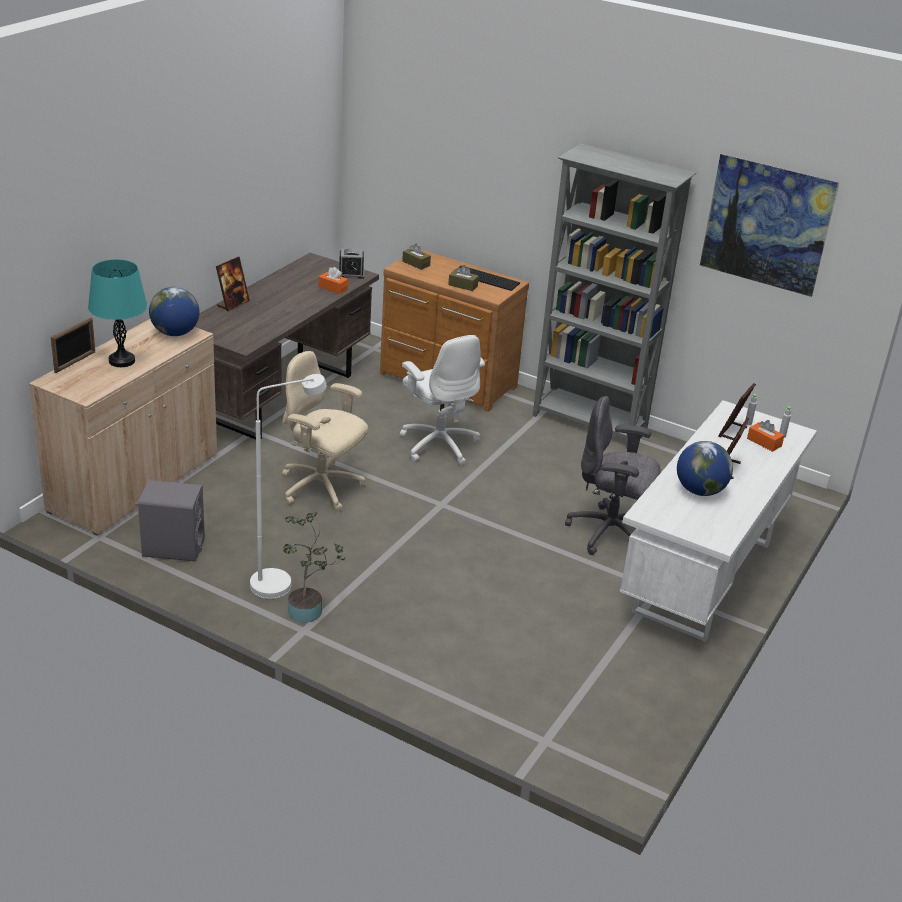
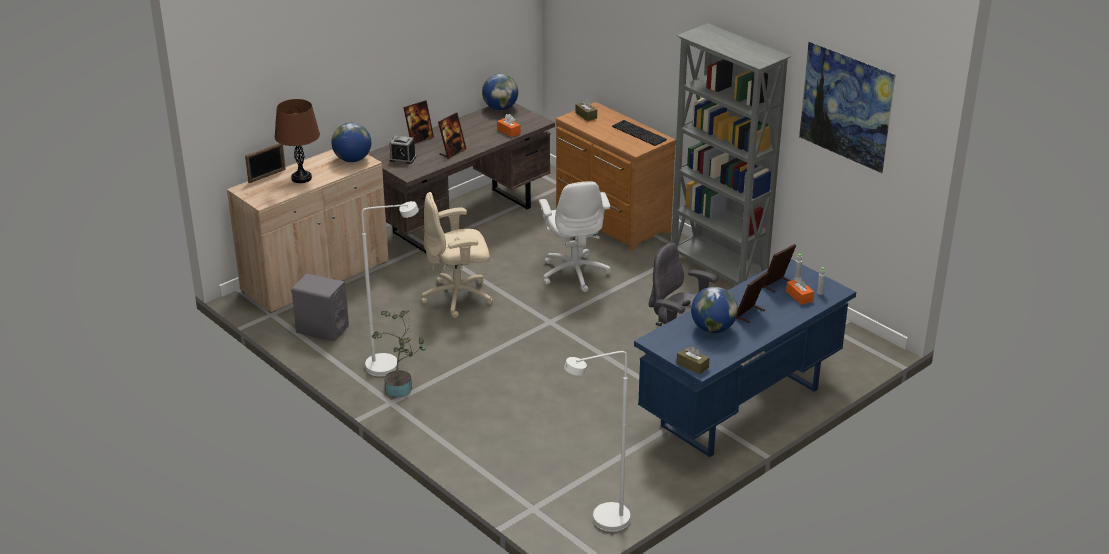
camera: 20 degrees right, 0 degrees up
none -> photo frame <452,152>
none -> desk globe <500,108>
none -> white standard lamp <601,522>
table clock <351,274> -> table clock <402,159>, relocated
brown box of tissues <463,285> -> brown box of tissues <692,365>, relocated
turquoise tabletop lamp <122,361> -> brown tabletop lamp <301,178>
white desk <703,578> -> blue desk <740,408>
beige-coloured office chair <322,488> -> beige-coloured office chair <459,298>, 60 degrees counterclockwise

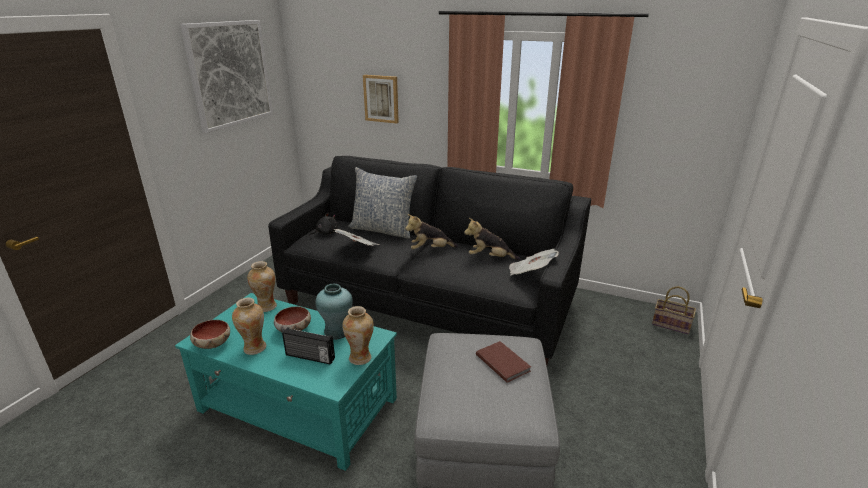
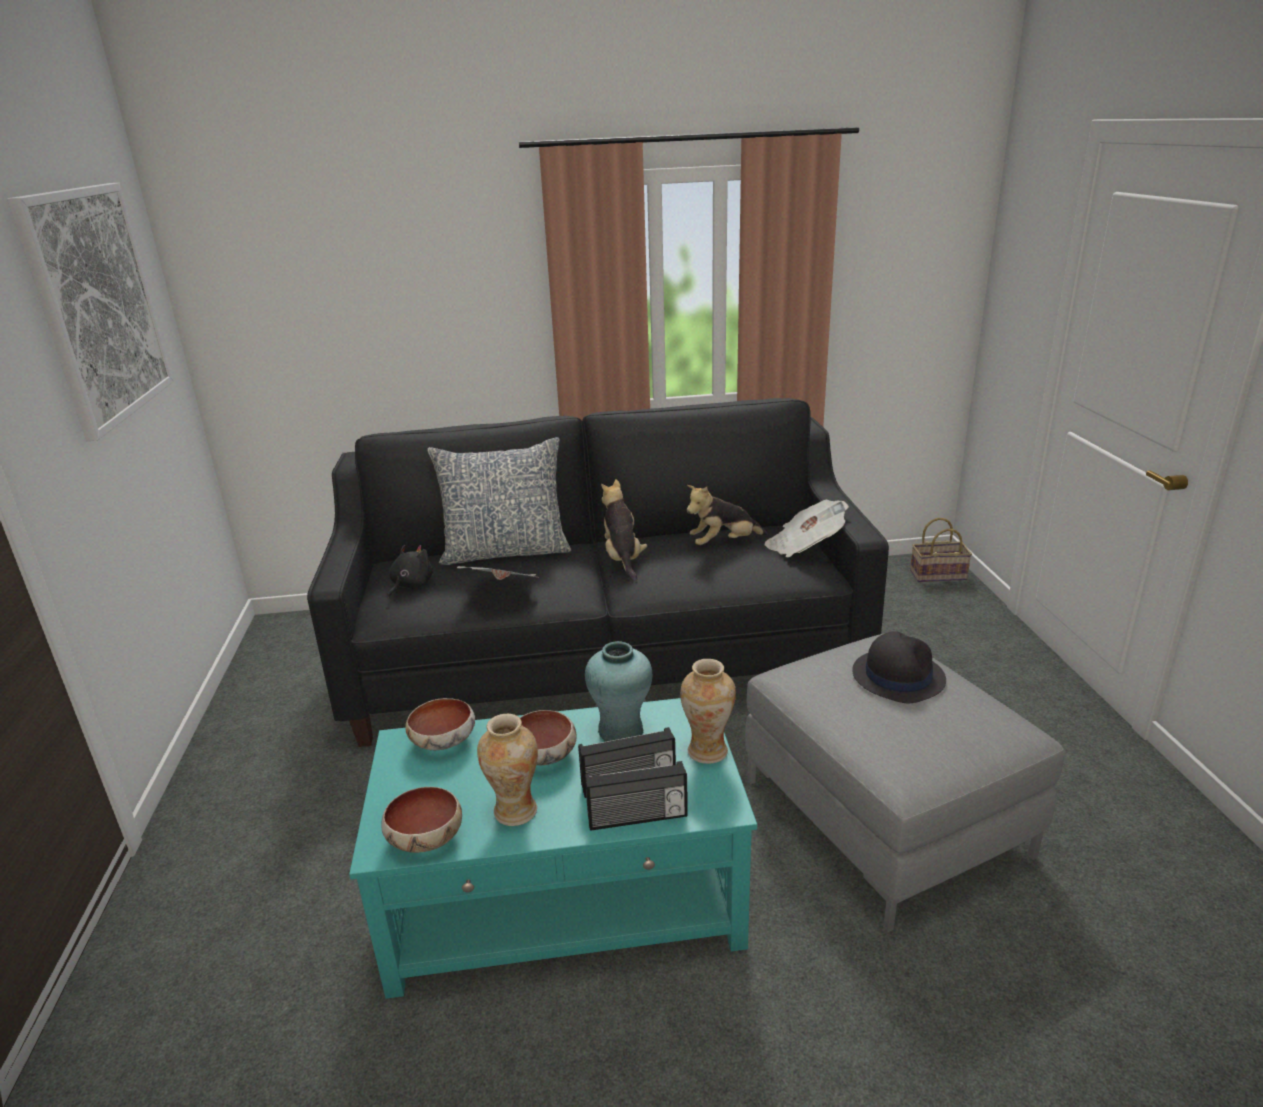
camera: 30 degrees left, 0 degrees up
wall picture <381,98> -> none
none -> radio set <637,818>
vase <266,307> -> deep dish <444,741>
brown volume <503,362> -> black-coloured clothing hat <898,676>
plush toy <430,250> -> plush toy <622,559>, 120 degrees clockwise

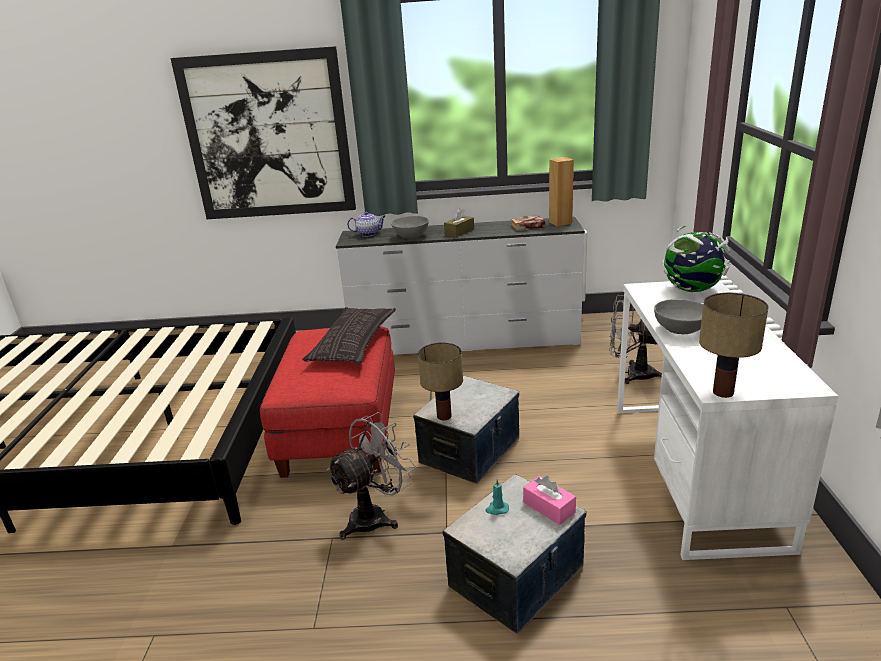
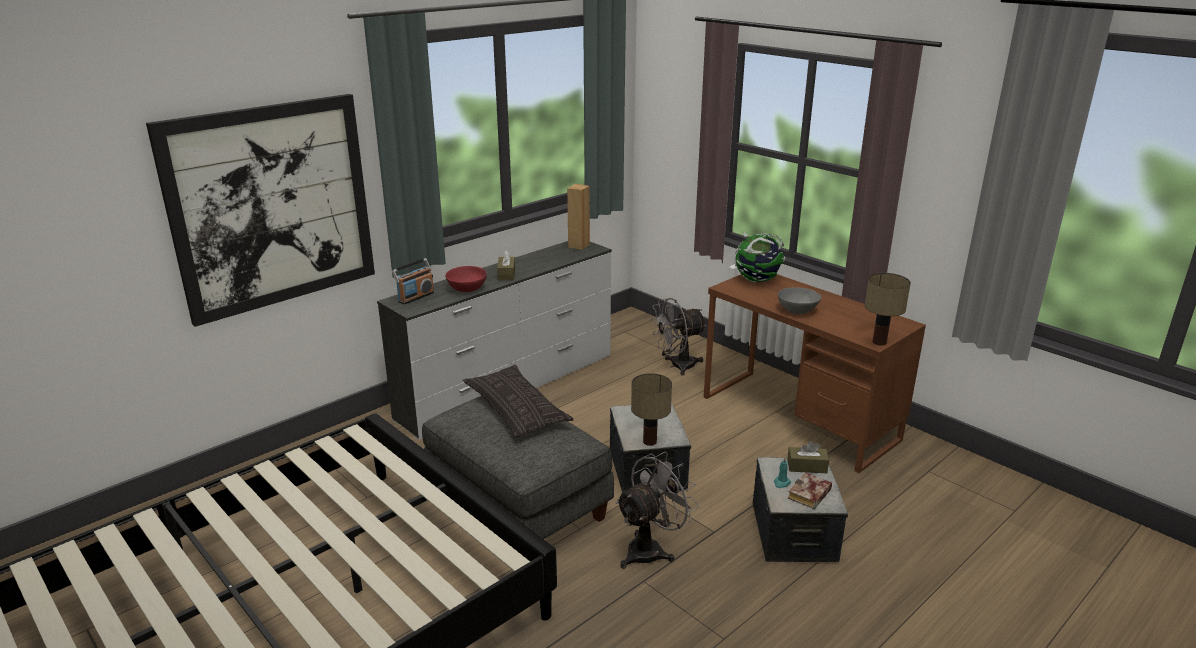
camera: 45 degrees left, 0 degrees up
volume <527,227> -> volume <810,496>, relocated
pot for tea <368,234> -> radio set <416,297>
red-coloured ottoman <339,430> -> grey ottoman <516,505>
grey deep dish <411,236> -> red-coloured deep dish <467,289>
pink box of tissues <549,507> -> brown box of tissues <807,466>
white desk <693,471> -> brown desk <798,418>
grey fan <375,516> -> grey fan <651,549>, 45 degrees clockwise

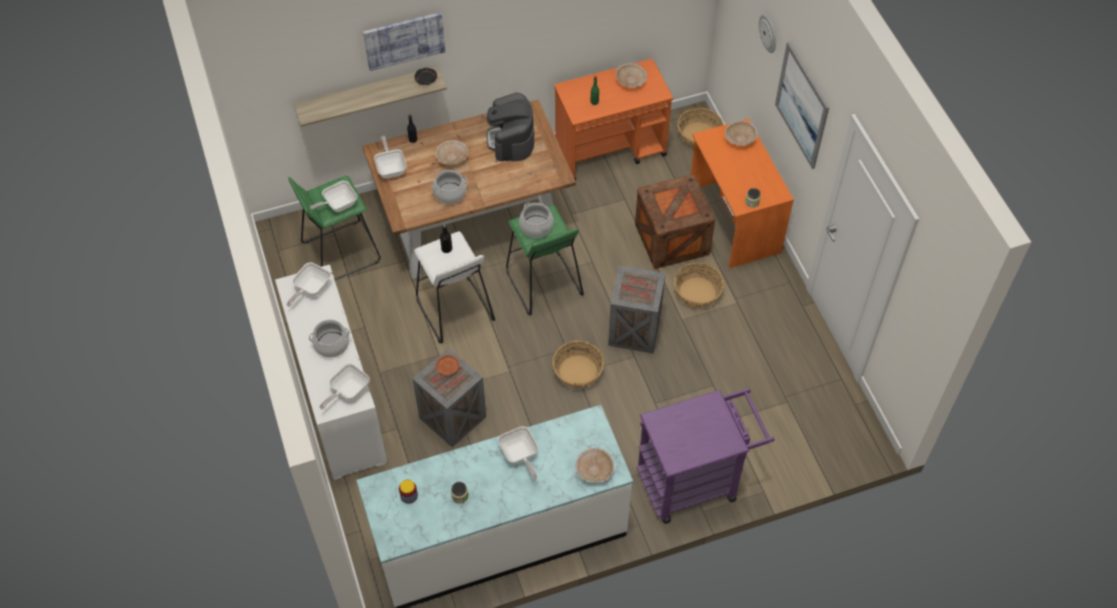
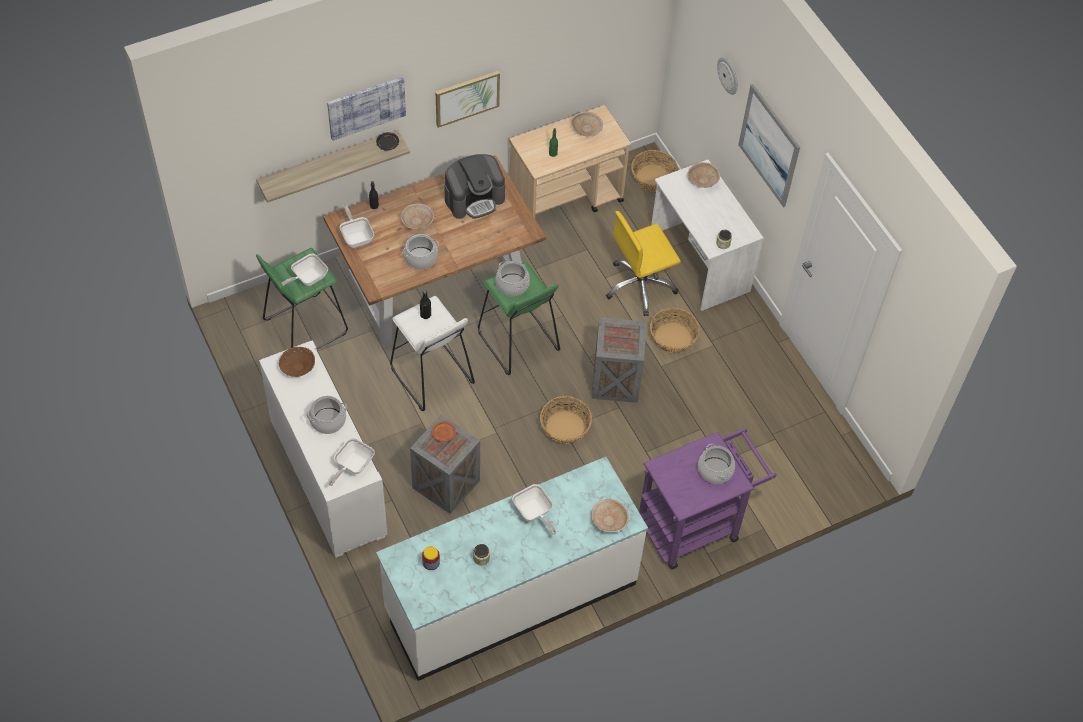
camera: 10 degrees left, 0 degrees up
none -> wall picture <467,98>
none -> stockpot <715,470>
frying pan <310,289> -> brown deep dish <297,367>
crate <672,239> -> yellowish office chair <640,286>
orangey cart <611,150> -> beige-coloured cart <566,200>
orangey desk <733,220> -> white desk <698,262>
coffee brewer <511,139> -> coffee brewer <474,198>, 105 degrees counterclockwise

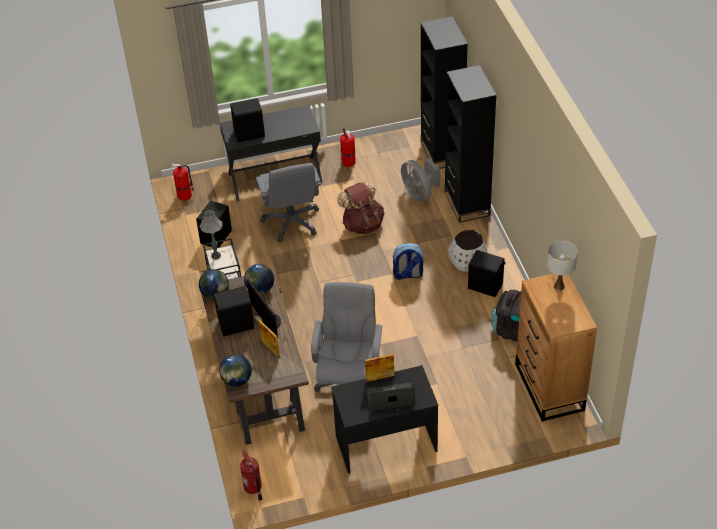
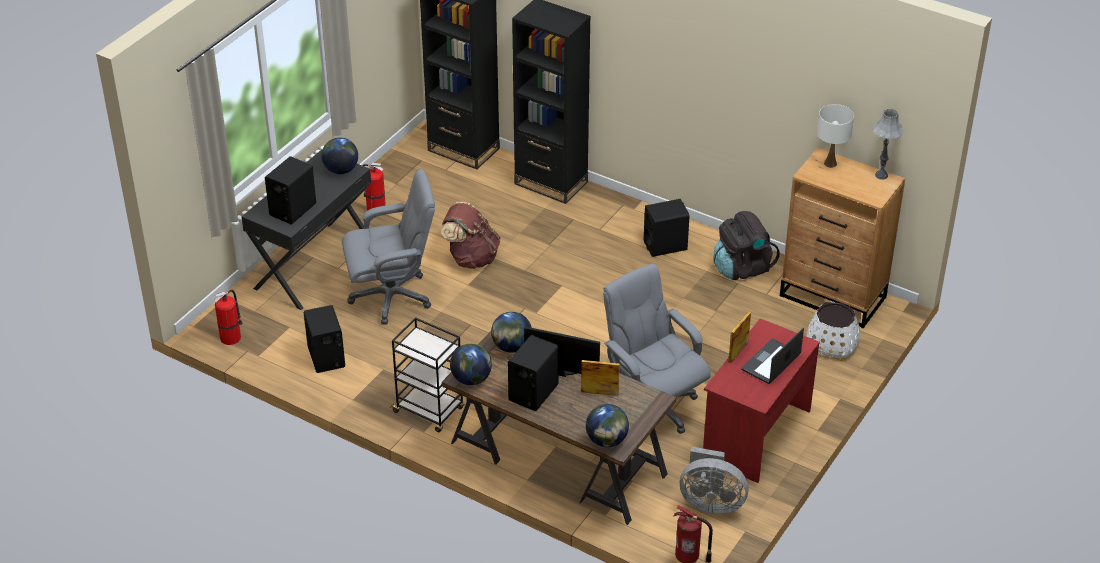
camera: 45 degrees left, 5 degrees down
backpack <407,275> -> none
none -> desk globe <341,170>
grey tabletop lamp <216,255> -> grey tabletop lamp <881,175>, relocated
grey fan <419,193> -> grey fan <710,502>, relocated
white planter <468,259> -> white planter <832,342>, relocated
black-coloured desk <385,442> -> red-coloured desk <755,434>
grey office chair <292,222> -> grey office chair <392,296>, 45 degrees counterclockwise

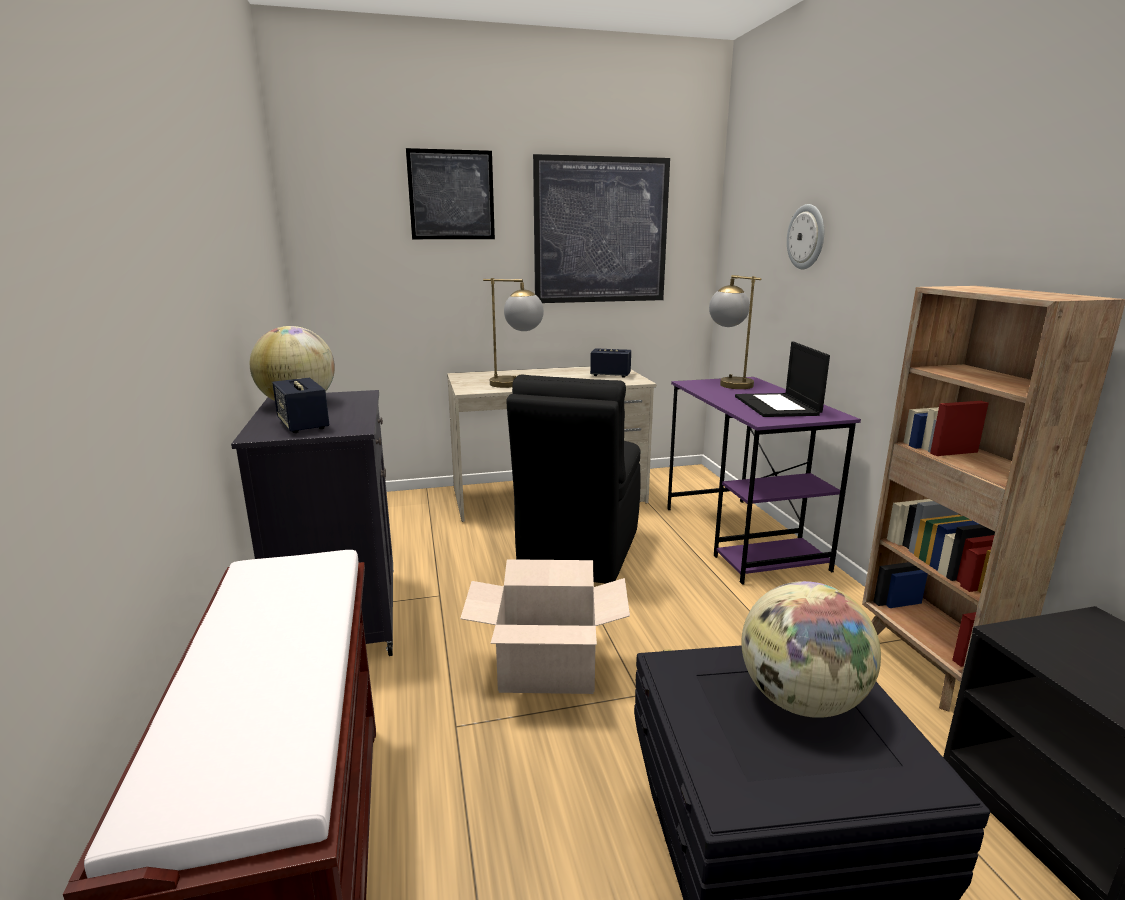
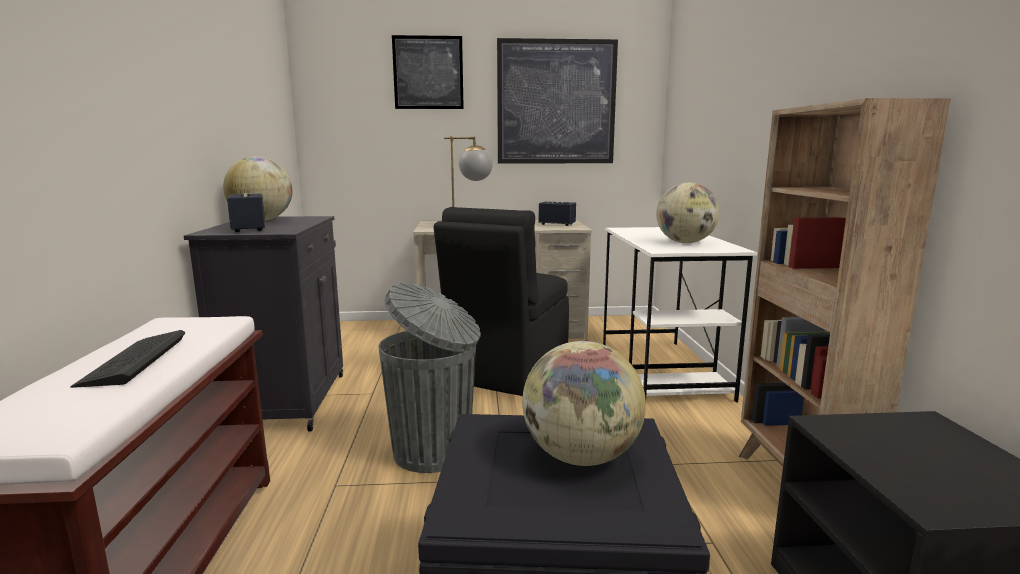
camera: 10 degrees right, 5 degrees down
tabletop lamp <728,383> -> none
wall clock <806,237> -> none
none -> keyboard <134,361>
carton <548,668> -> grey waste bin <434,452>
laptop <777,406> -> desk globe <685,242>
purplish desk <742,537> -> white desk <662,370>

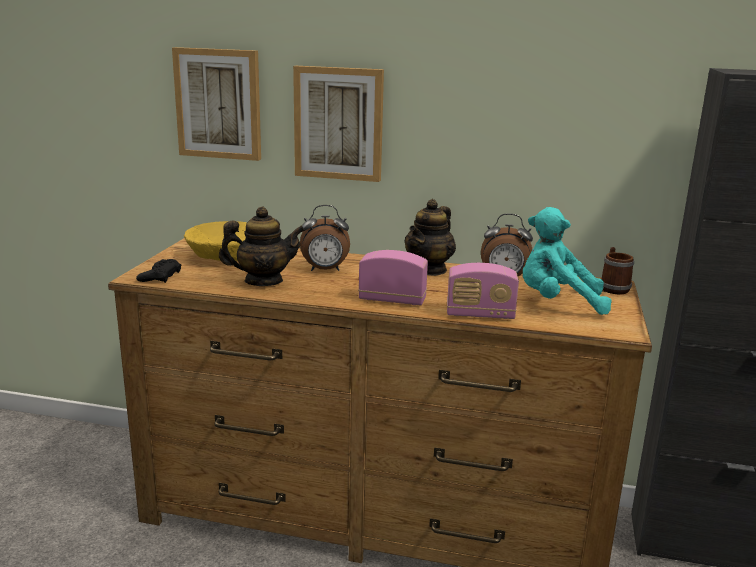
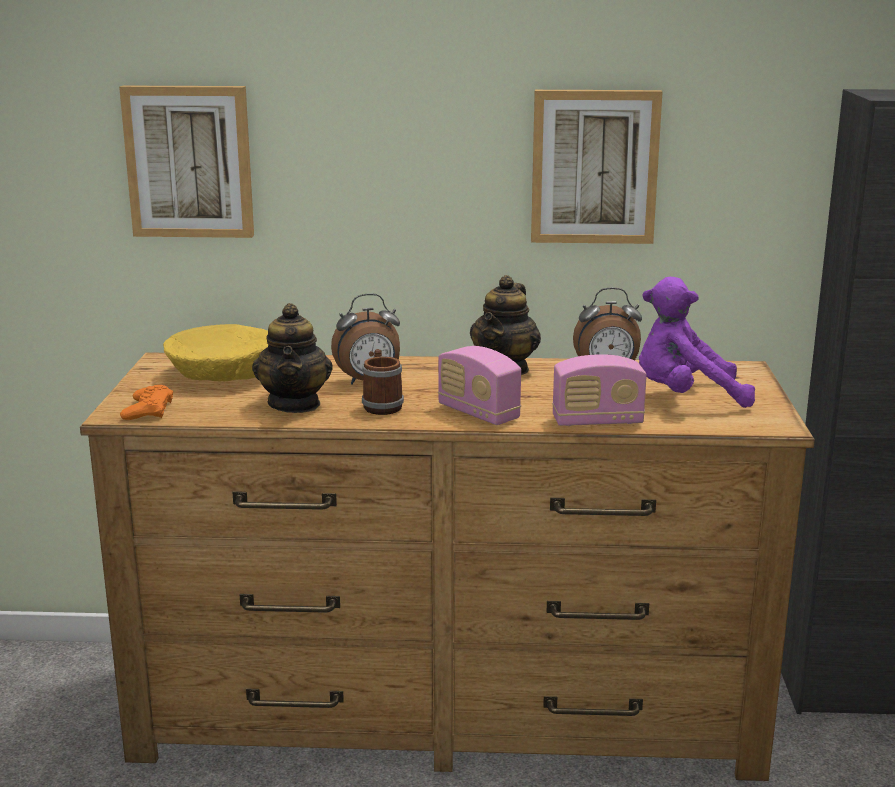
camera: 10 degrees left, 0 degrees up
wall picture <339,123> -> wall picture <594,166>, relocated
coffee mug <613,287> -> coffee mug <381,405>, relocated
black-coloured game controller <160,276> -> orangey game controller <148,410>
turquoise plush toy <557,303> -> purplish plush toy <685,398>
pot for tea <263,281> -> pot for tea <295,404>, 105 degrees clockwise
radio set <392,300> -> radio set <478,413>, 135 degrees counterclockwise

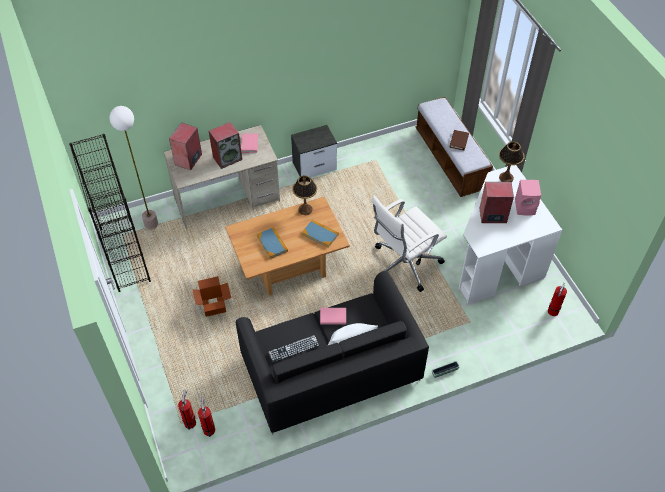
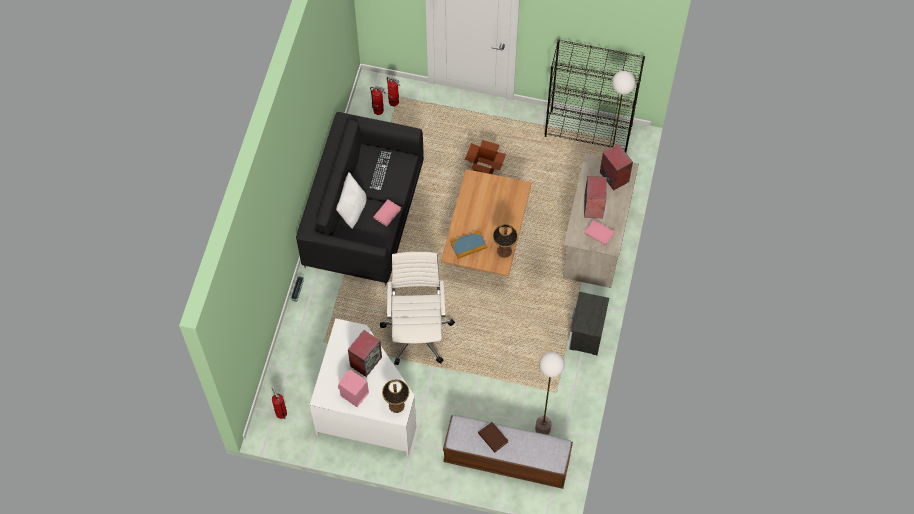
camera: 125 degrees right, 10 degrees up
volume <272,244> -> none
none -> standard lamp <542,429>

